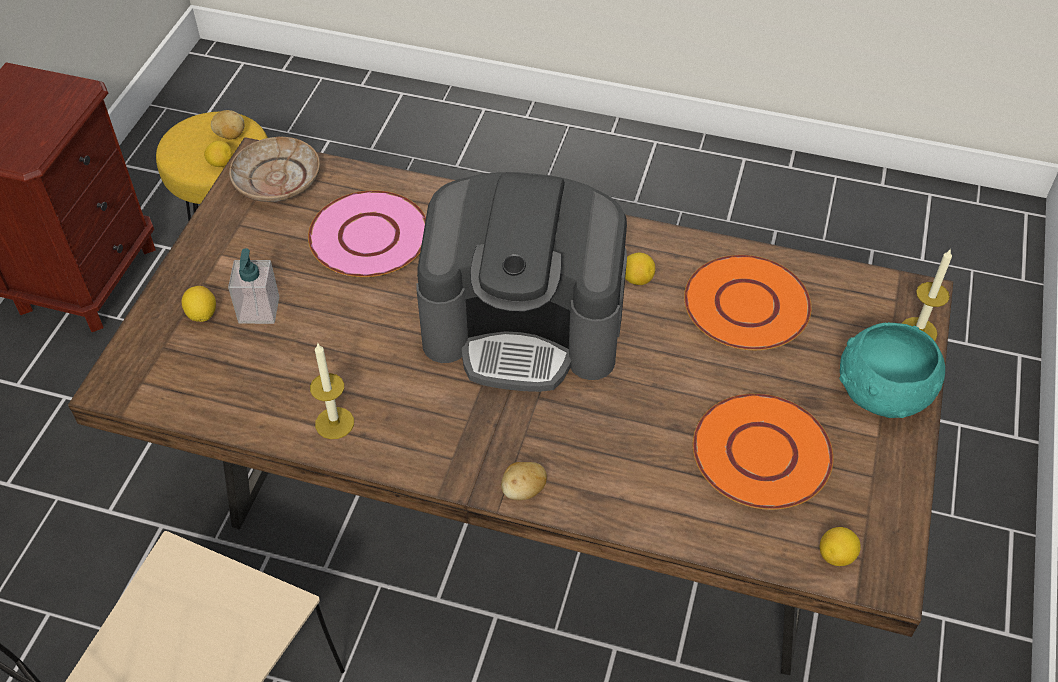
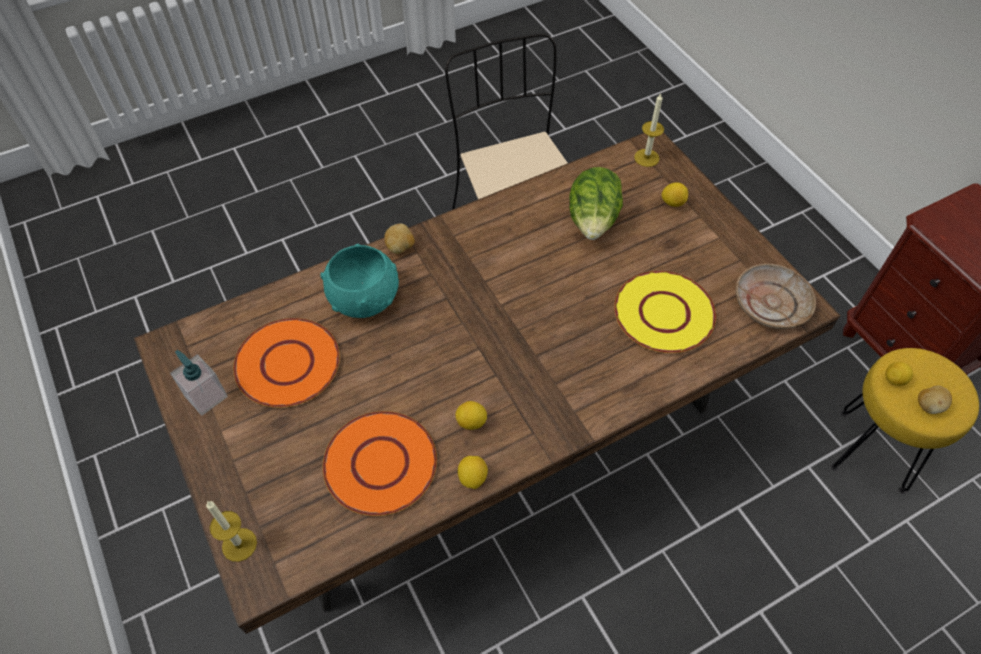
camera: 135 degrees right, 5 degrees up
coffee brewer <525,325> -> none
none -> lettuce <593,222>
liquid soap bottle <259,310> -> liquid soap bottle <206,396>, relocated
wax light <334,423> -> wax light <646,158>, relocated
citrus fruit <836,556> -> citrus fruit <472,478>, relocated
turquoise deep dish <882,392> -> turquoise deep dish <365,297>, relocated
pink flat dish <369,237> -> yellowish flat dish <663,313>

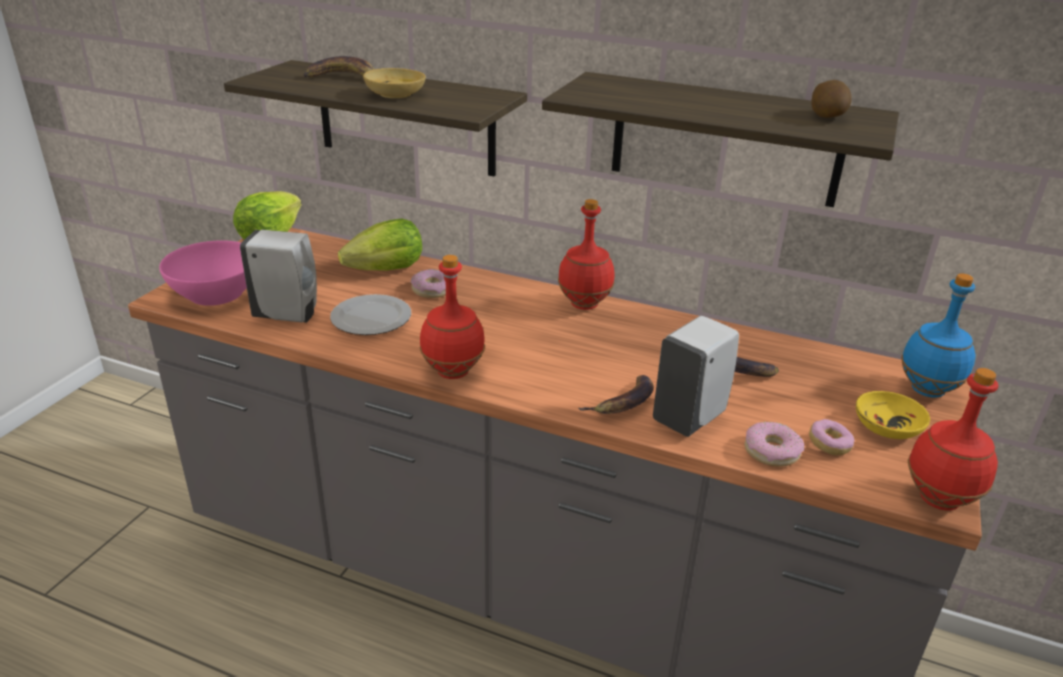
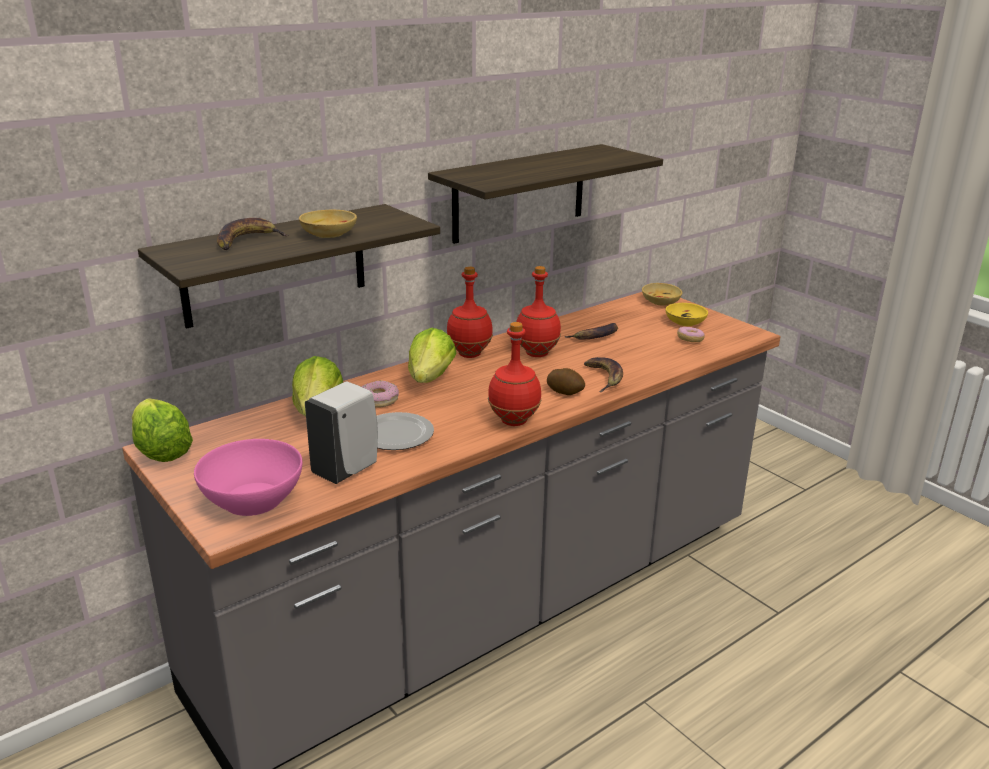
camera: 60 degrees left, 5 degrees down
white liquid soap bottle <690,417> -> none
doughnut <772,451> -> none
none -> lettuce <430,378>
spud <828,116> -> spud <565,392>, relocated
red-coloured bottle <940,500> -> red-coloured bottle <537,353>, relocated
blue bottle <928,391> -> beige-coloured deep dish <661,301>

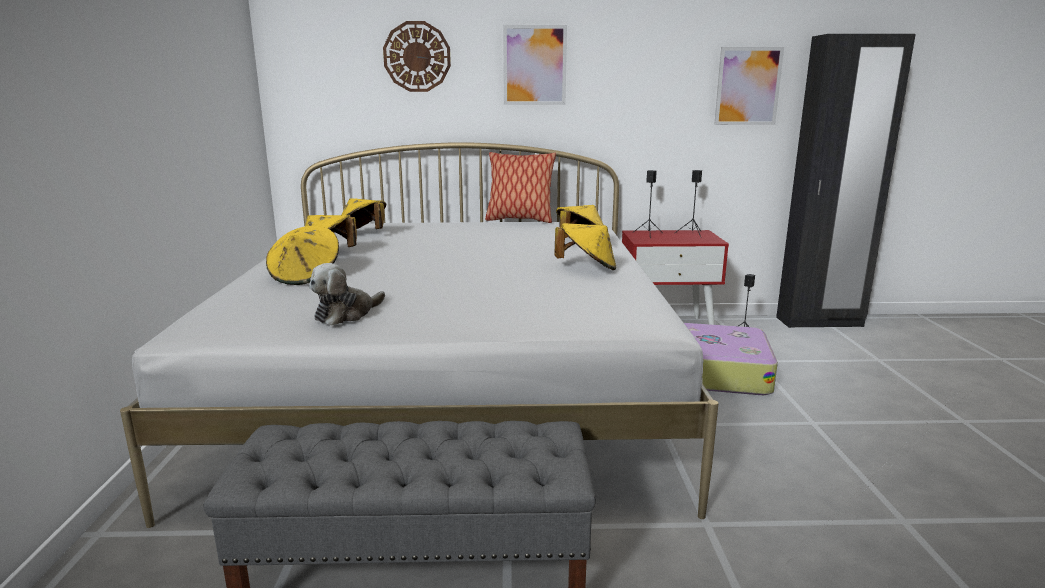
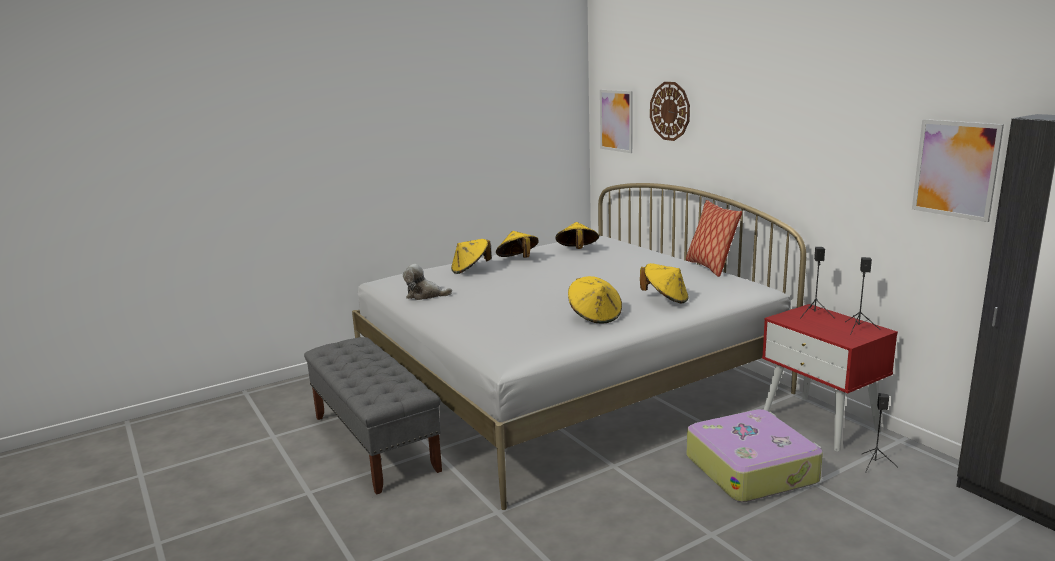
camera: 60 degrees right, 0 degrees up
wall picture <534,65> -> wall picture <616,120>, relocated

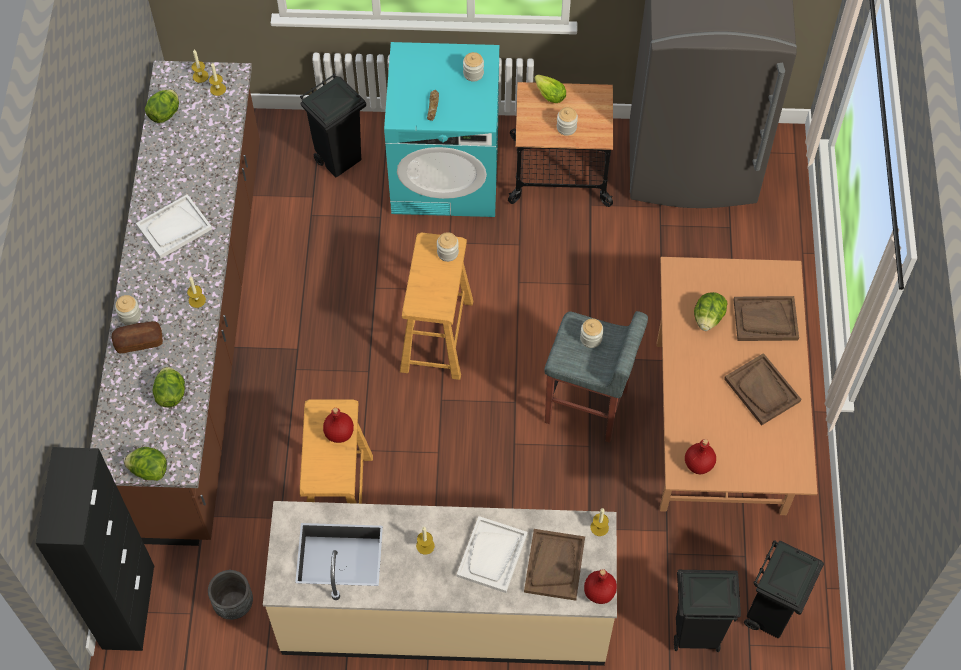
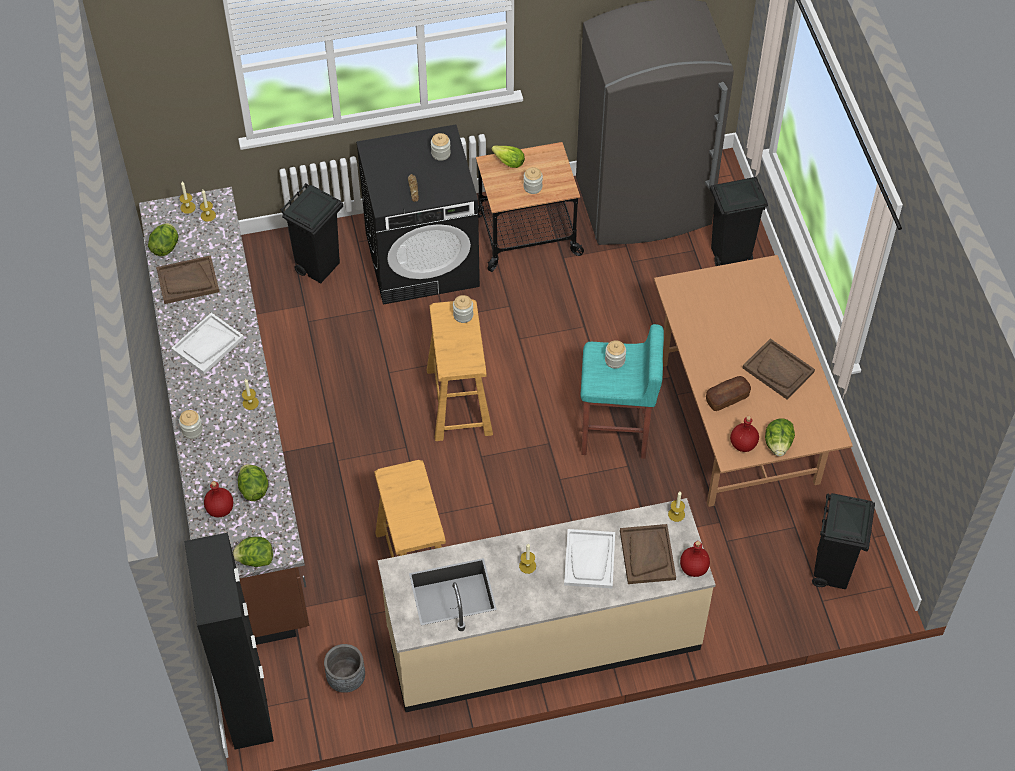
camera: 15 degrees left, 5 degrees down
bread <139,342> -> bread <727,398>, relocated
red-coloured bottle <339,434> -> red-coloured bottle <220,509>, relocated
black-coloured waste bin <694,634> -> black-coloured waste bin <729,256>, relocated
lettuce <708,318> -> lettuce <778,444>, relocated
brown tray <765,320> -> brown tray <188,281>, relocated
turquoise washing machine <446,175> -> black-coloured washing machine <423,259>
grey stool seat <587,408> -> turquoise stool seat <616,433>

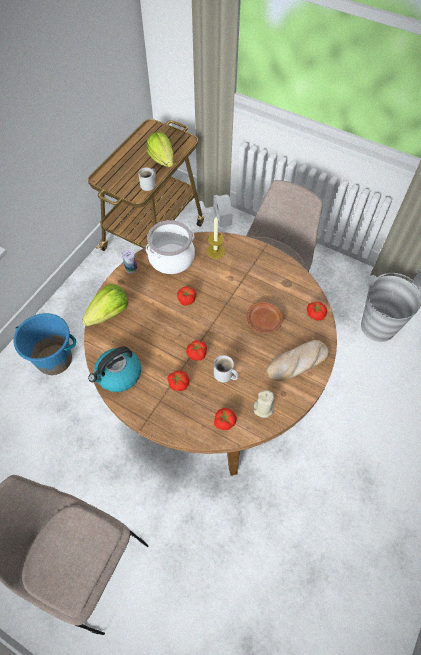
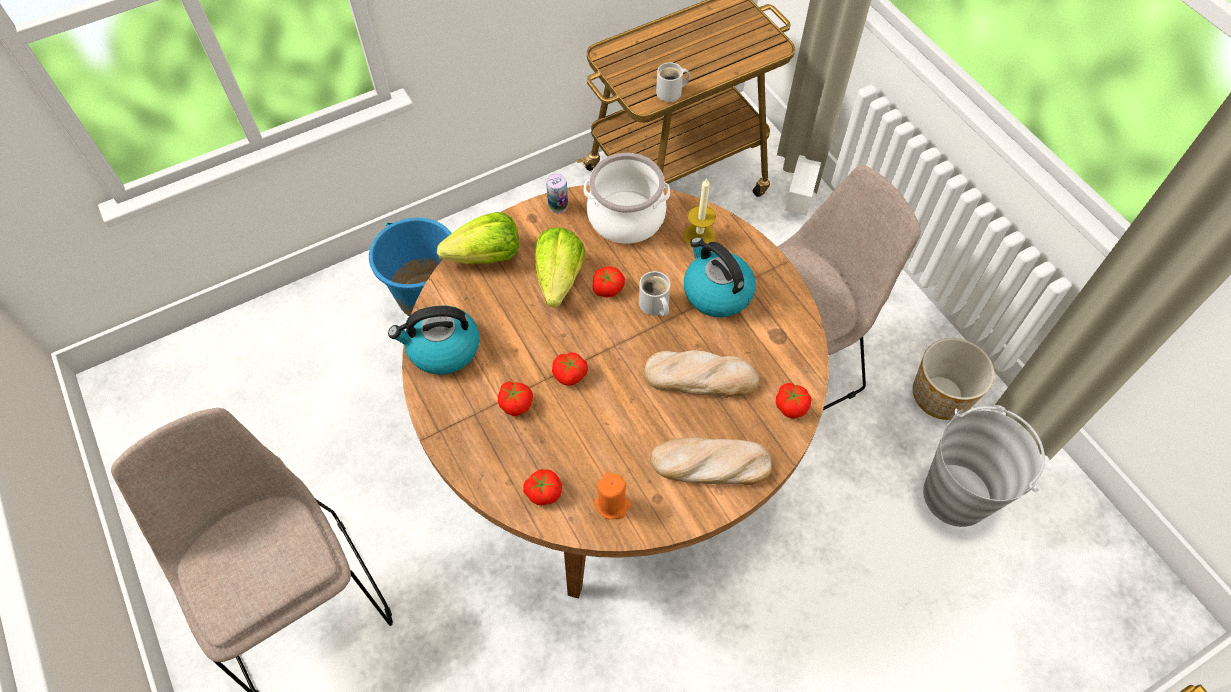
camera: 30 degrees right, 0 degrees up
none -> tea kettle <716,292>
none -> planter <939,395>
lettuce <162,159> -> lettuce <559,279>, relocated
white coffee mug <224,375> -> white coffee mug <654,306>, relocated
brown flat dish <264,321> -> bread <701,377>
beige-coloured wax light <263,408> -> orangey wax light <612,504>

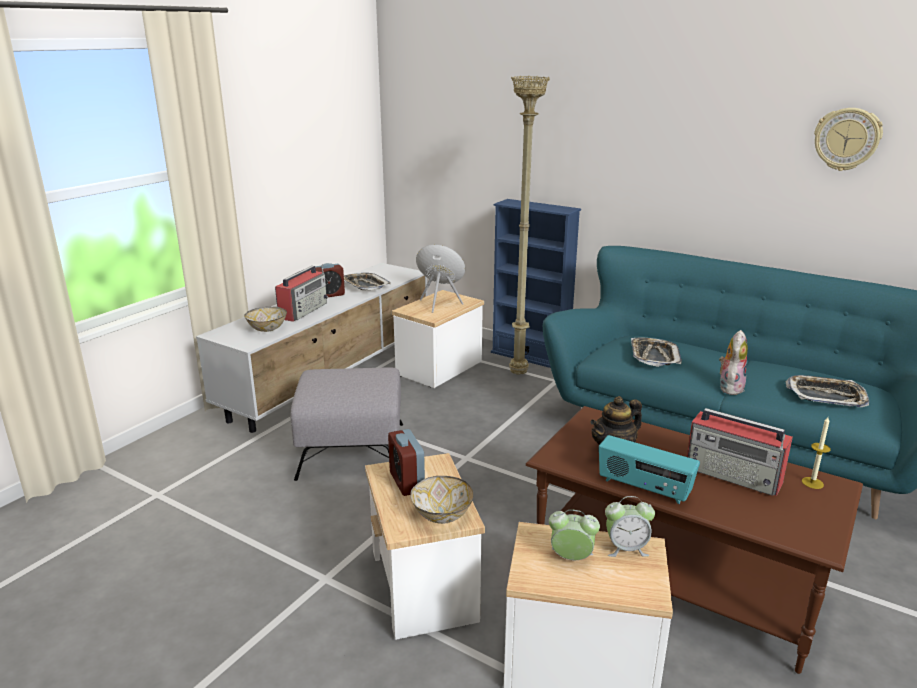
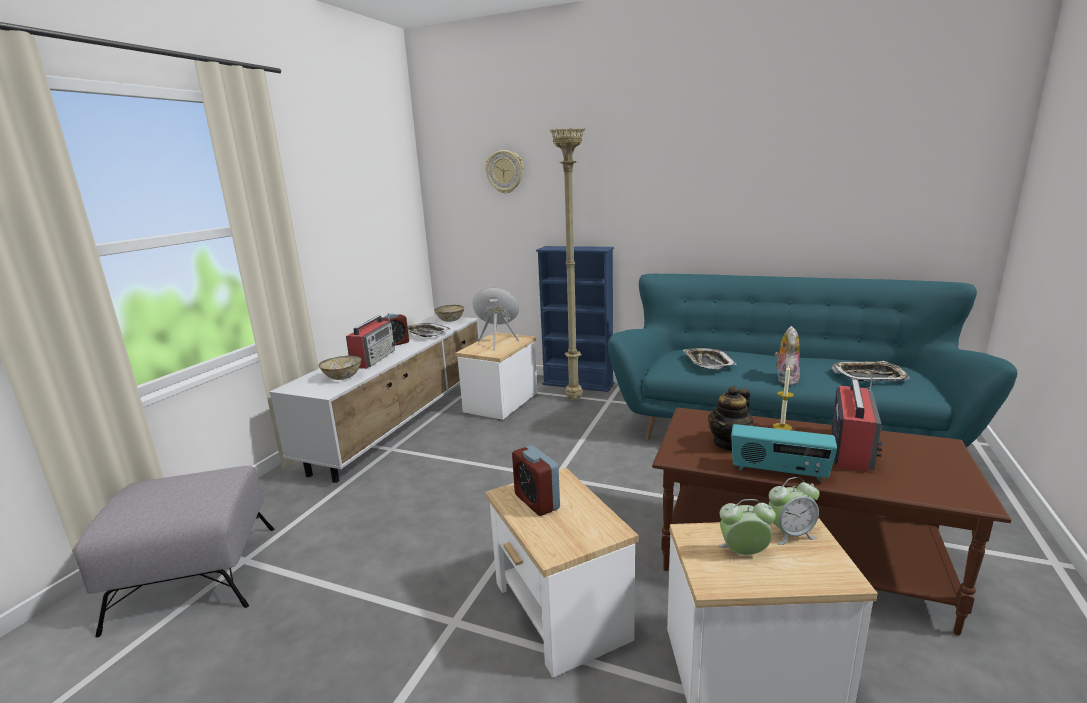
camera: 10 degrees left, 5 degrees down
grey ottoman <352,450> -> grey ottoman <197,576>, relocated
deep dish <442,516> -> deep dish <450,320>, relocated
wax light <812,483> -> wax light <782,427>, relocated
wall clock <846,139> -> wall clock <505,172>, relocated
radio set <734,475> -> radio set <850,449>, 90 degrees counterclockwise

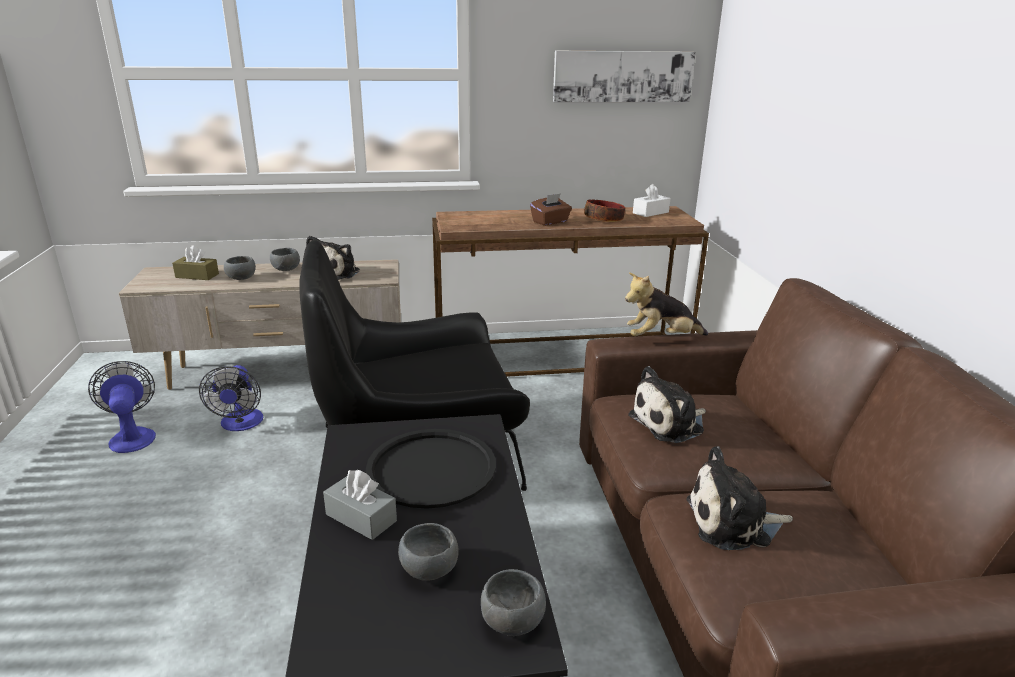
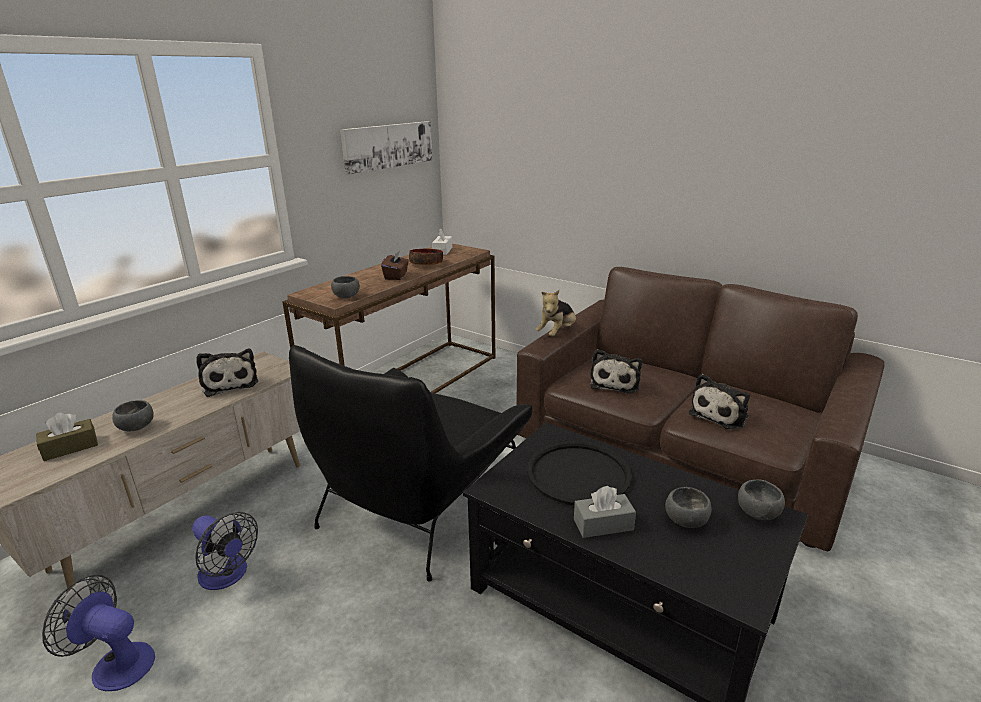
camera: 45 degrees left, 0 degrees up
grey deep dish <285,269> -> grey deep dish <346,297>, relocated

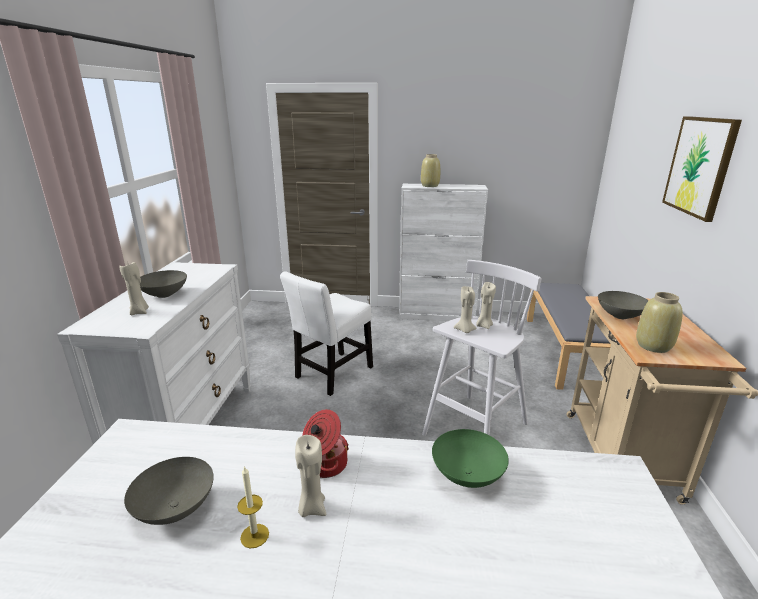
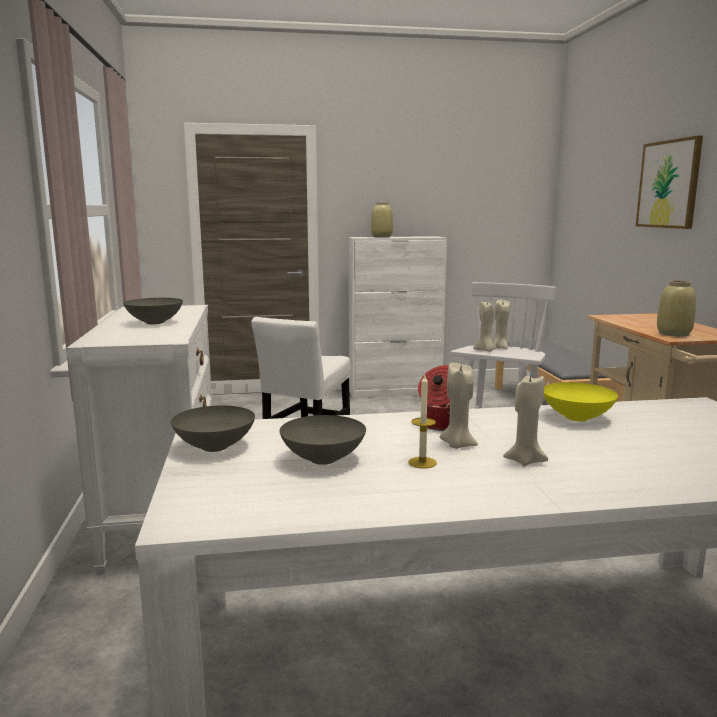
camera: 15 degrees left, 10 degrees down
beige-coloured wax light <139,312> -> beige-coloured wax light <524,461>, relocated
grey deep dish <620,316> -> grey deep dish <215,446>, relocated
greenish deep dish <468,474> -> yellowish deep dish <577,417>

